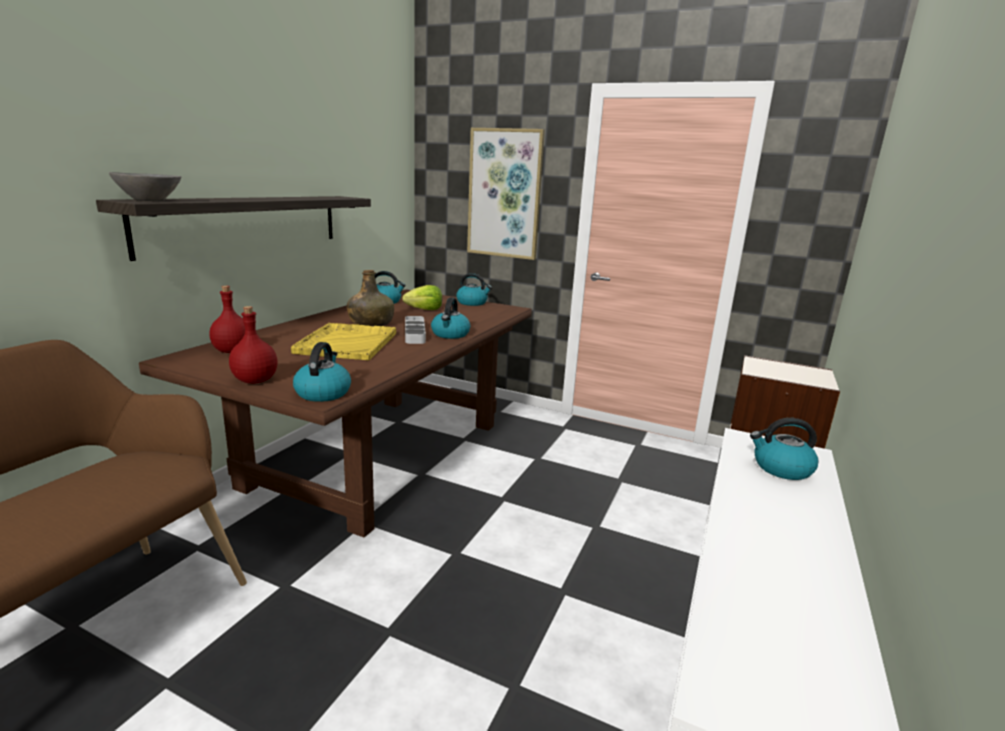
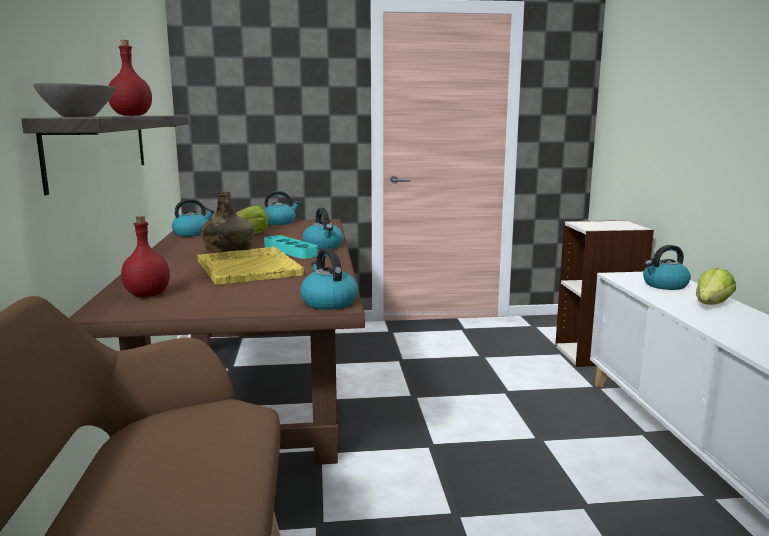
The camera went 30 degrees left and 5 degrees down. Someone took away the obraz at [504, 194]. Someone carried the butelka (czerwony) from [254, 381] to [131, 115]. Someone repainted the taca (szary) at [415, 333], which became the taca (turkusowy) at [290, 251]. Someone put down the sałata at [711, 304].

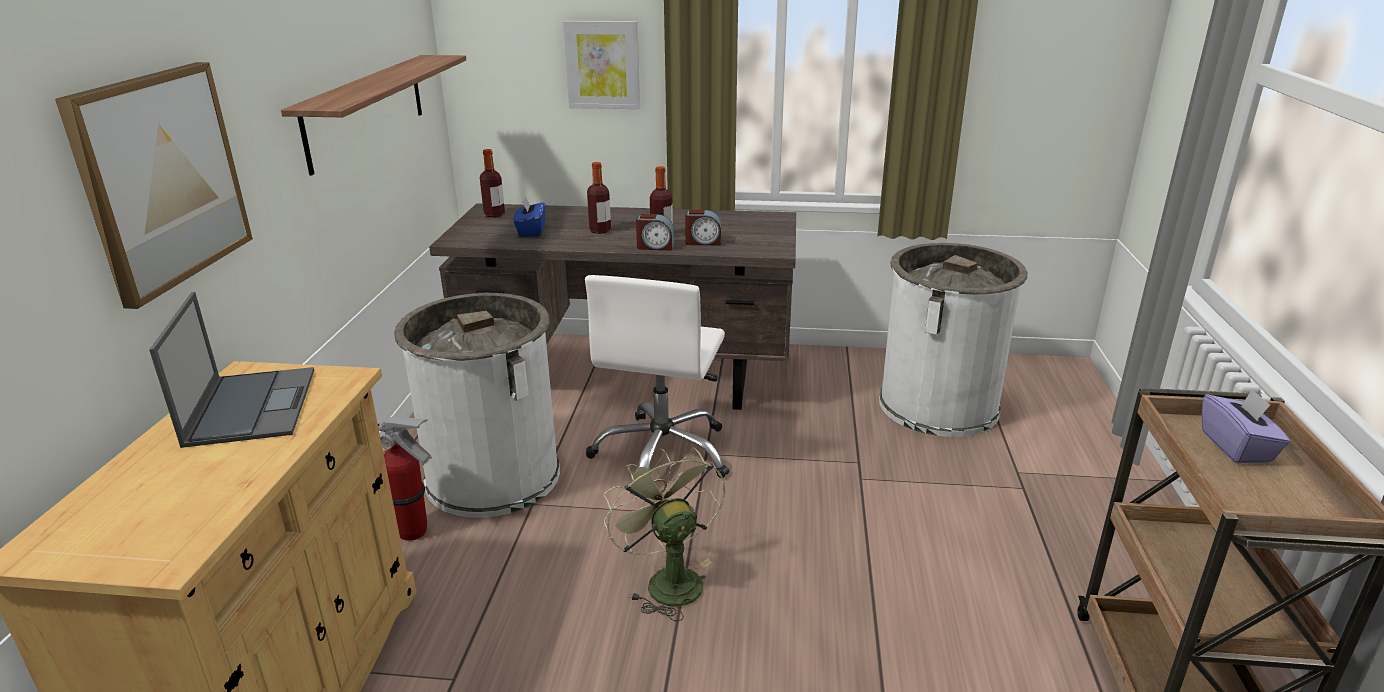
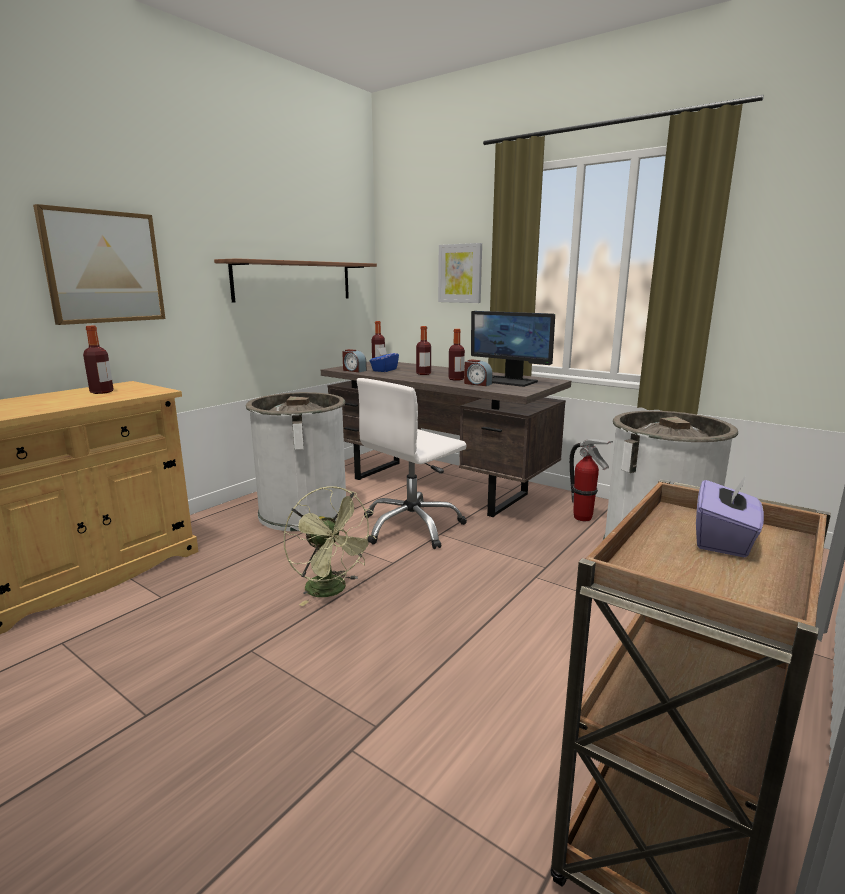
The camera went 30 degrees right and 10 degrees down. Someone carried the budzik from [655, 246] to [354, 370]. Someone swapped the laptop at [251, 405] for the butelka at [102, 392]. Someone carried the gaśnica from [413, 532] to [583, 518]. Someone rotated the wentylator (zielony) at [667, 580] by 135 degrees clockwise. Someone put down the monitor at [508, 381].

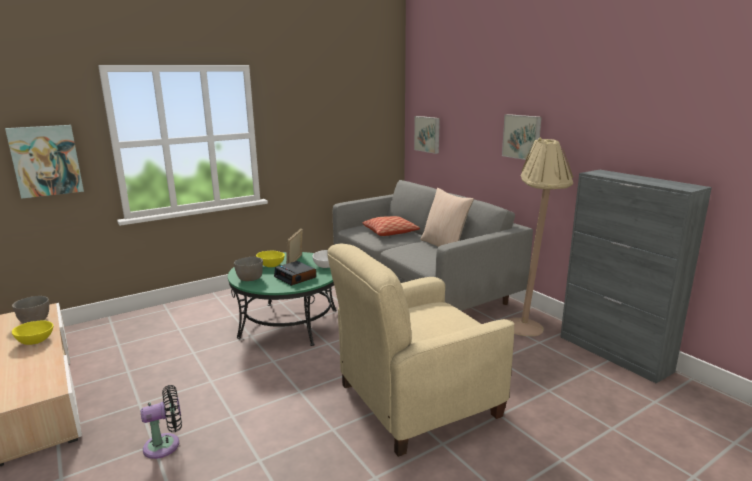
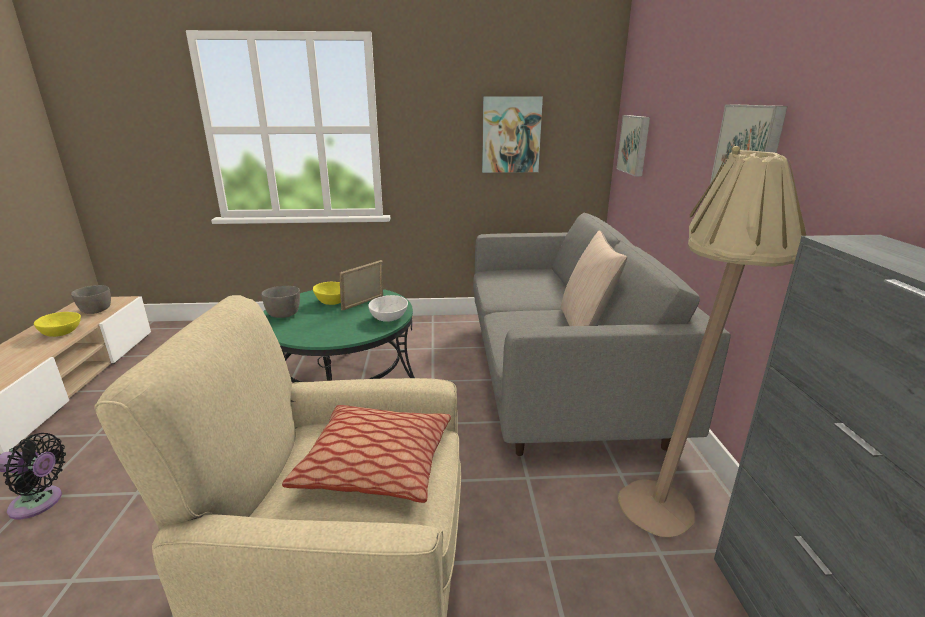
The camera went 30 degrees right and 5 degrees up. Someone carried the obraz from [46, 160] to [511, 135]. Someone carried the poduszka from [390, 232] to [376, 465]. Someone took away the budzik at [296, 277].

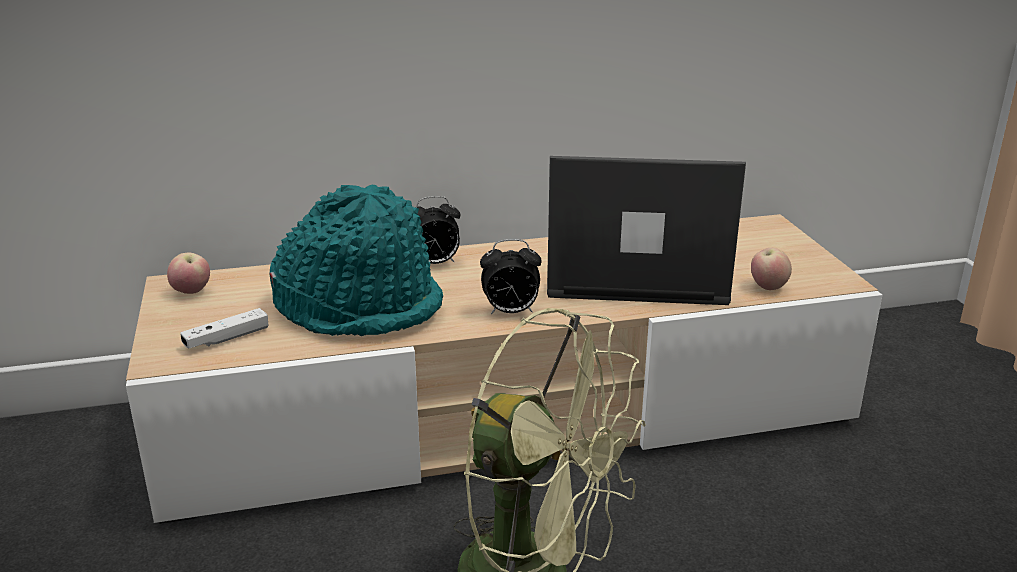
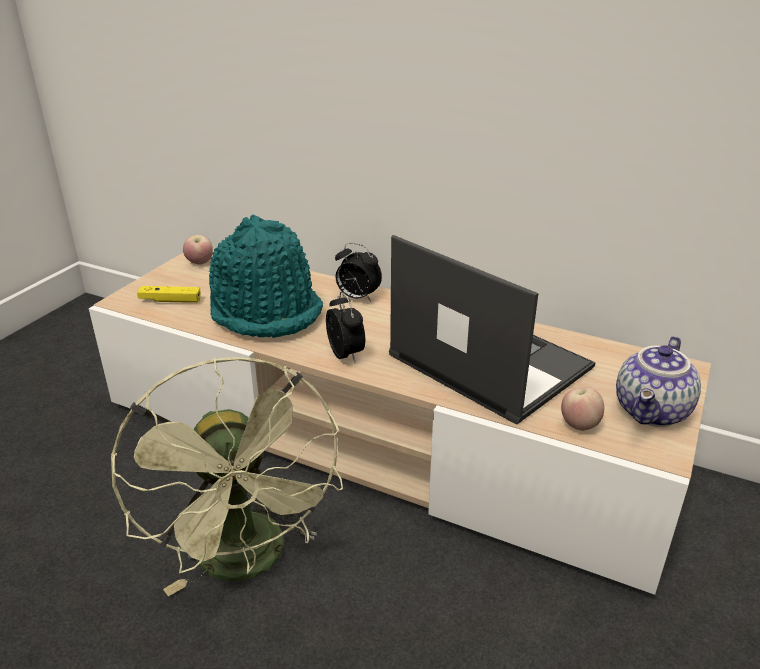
The camera went 40 degrees right and 5 degrees up. Someone rotated the budzik at [510, 312] by 150 degrees counterclockwise. Someone repainted the pad do gier (biały) at [226, 338], which became the pad do gier (żółty) at [170, 300]. Someone put down the imbryk at [653, 412].

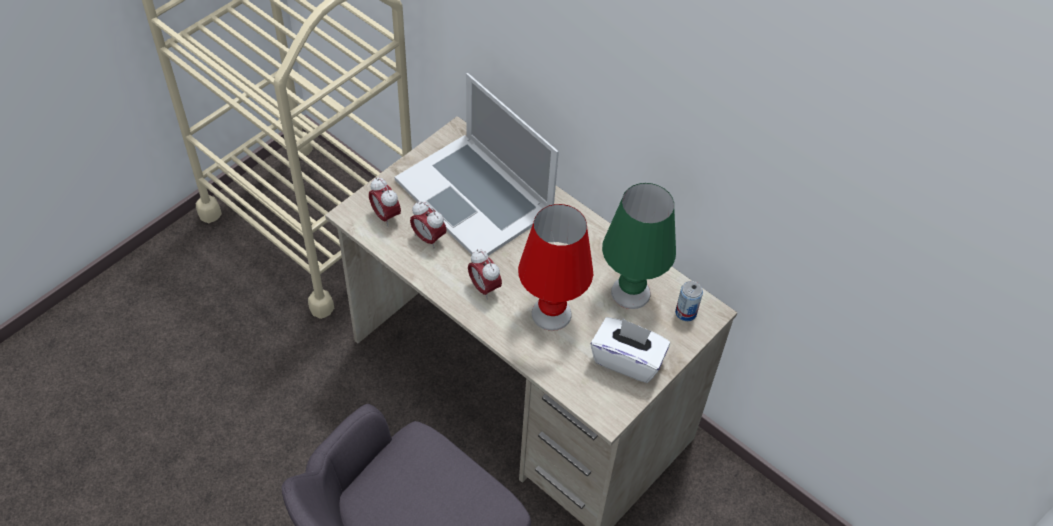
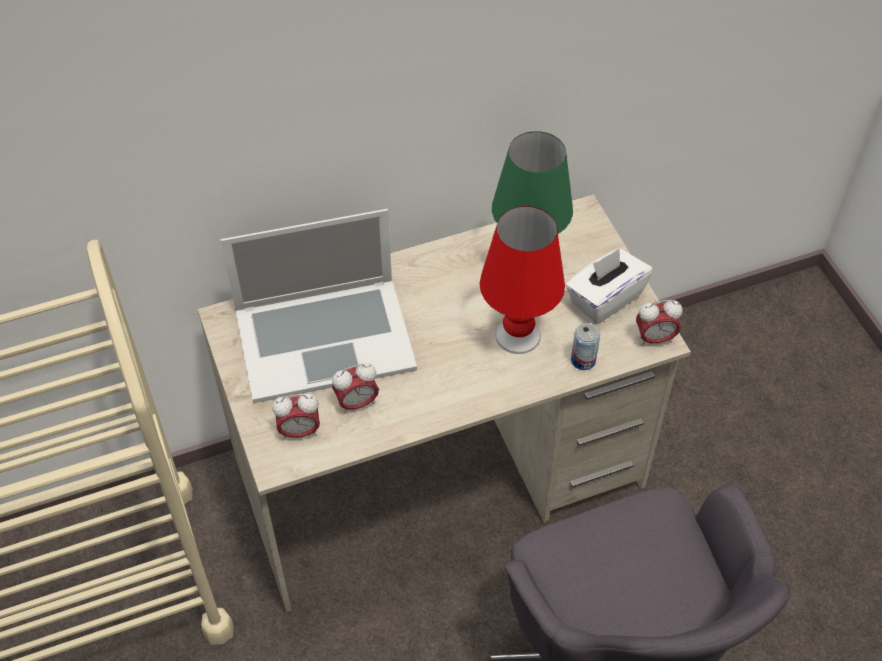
The camera went 60 degrees left and 0 degrees up. Someone carried the budzik from [484, 288] to [654, 338]. Someone carried the puszka from [686, 312] to [583, 360].

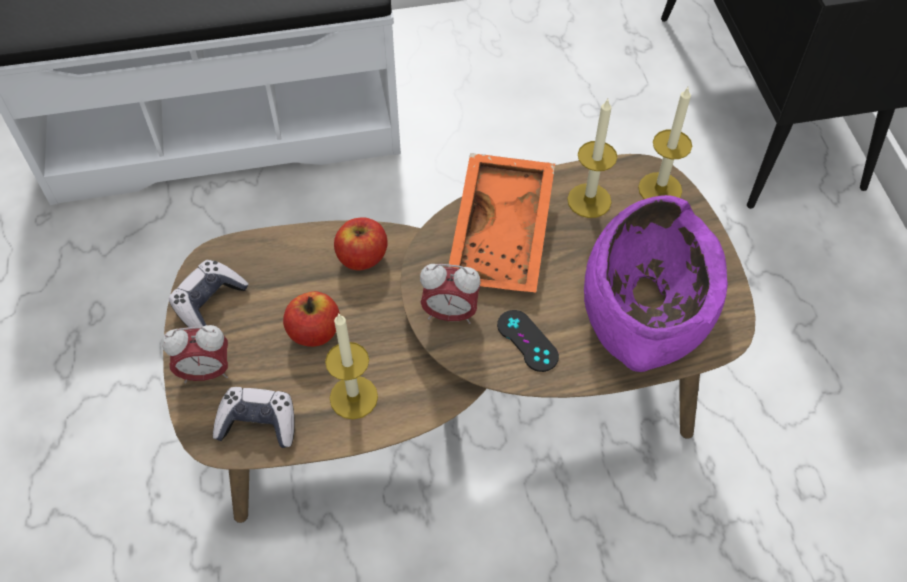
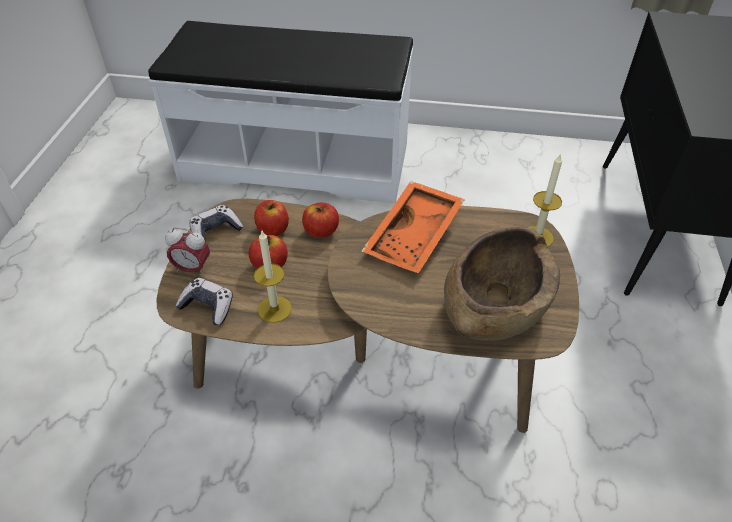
The camera went 20 degrees right and 10 degrees down. Someone took away the świeca at [589, 200]. Someone repainted the miska (fioletowy) at [646, 306], which became the miska (brązowy) at [495, 305]. Someone took away the budzik at [450, 313]. Someone took away the pad do gier (czarny) at [527, 341]. Someone put down the jabłko at [273, 229].

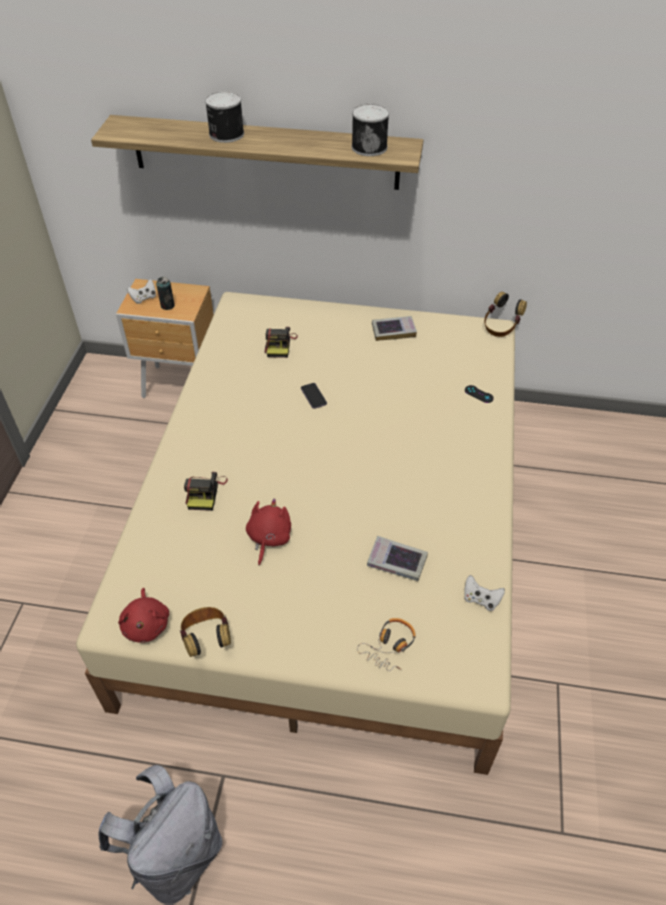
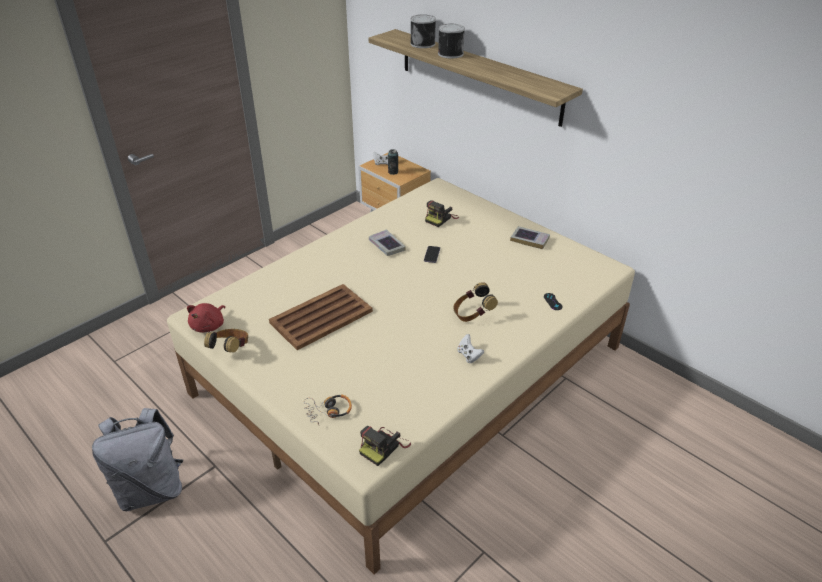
The camera went 35 degrees right and 10 degrees down. Someone carried the puszka from [369, 147] to [423, 44]. Someone carried the słuchawki from [500, 327] to [472, 314]. Someone carried the aparat fotograficzny from [205, 492] to [384, 446]. Someone swapped the pluszak (czerwony) at [268, 538] for the taca (brązowy) at [320, 317]. Someone carried the książka from [396, 561] to [386, 245]. Someone carried the pad do gier (biały) from [481, 599] to [469, 355].

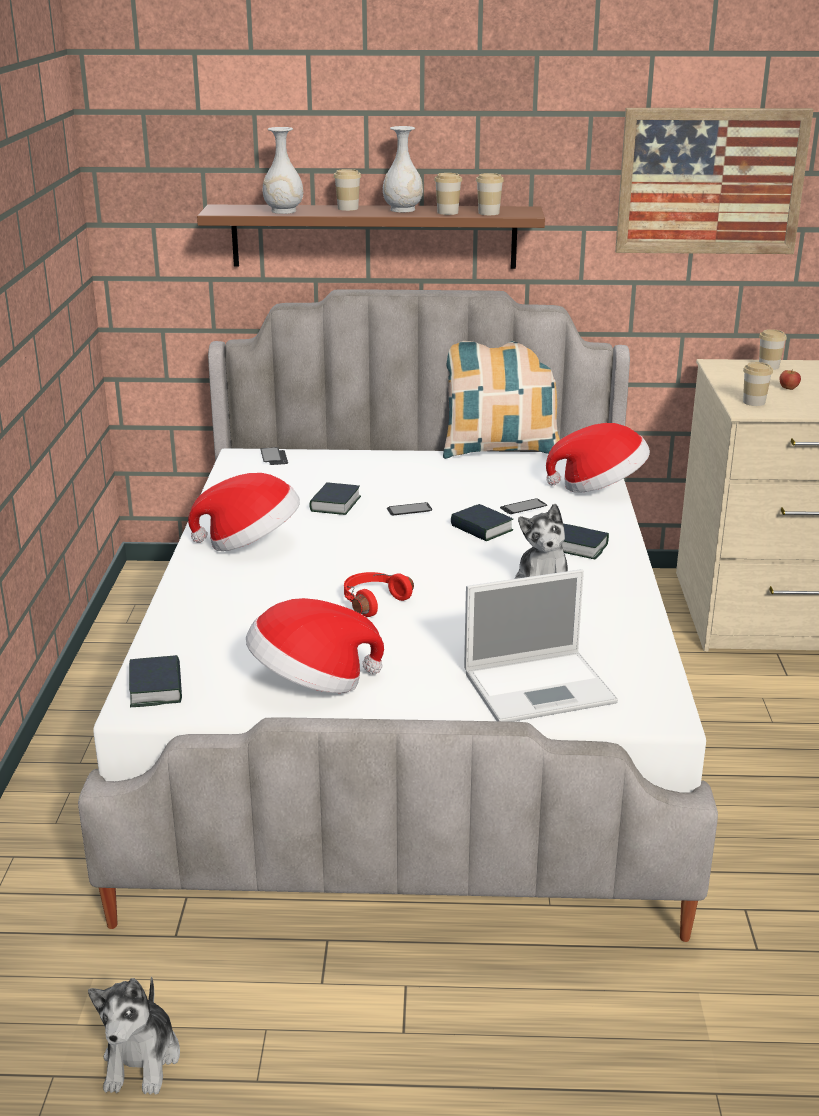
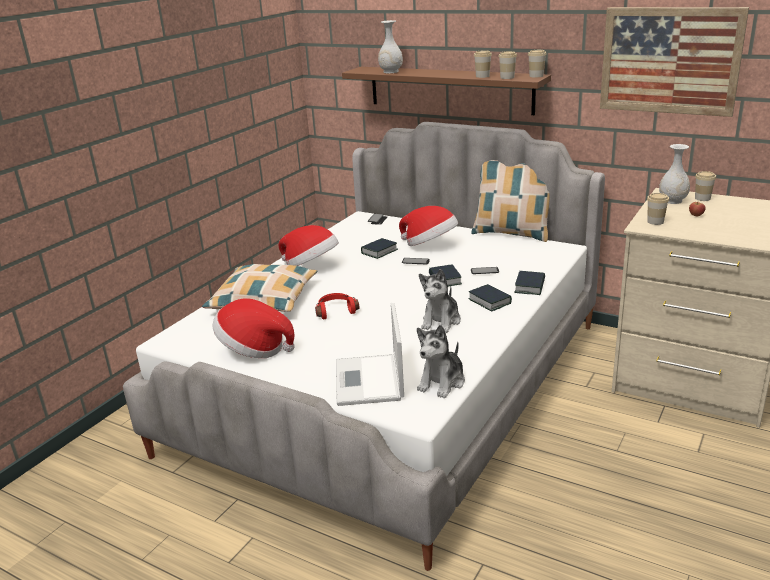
The camera went 30 degrees right and 0 degrees up. Someone carried the wazon (biały) from [403, 210] to [673, 201]. Someone carried the filiżanka from [348, 208] to [536, 76]. Someone carried the kapelusz from [599, 487] to [430, 245]. Someone rotated the laptop at [541, 687] by 75 degrees clockwise. Someone carried the książka from [156, 688] to [530, 286]. Someone carried the pluszak from [142, 1059] to [442, 382]. Someone put down the poduszka at [263, 299].

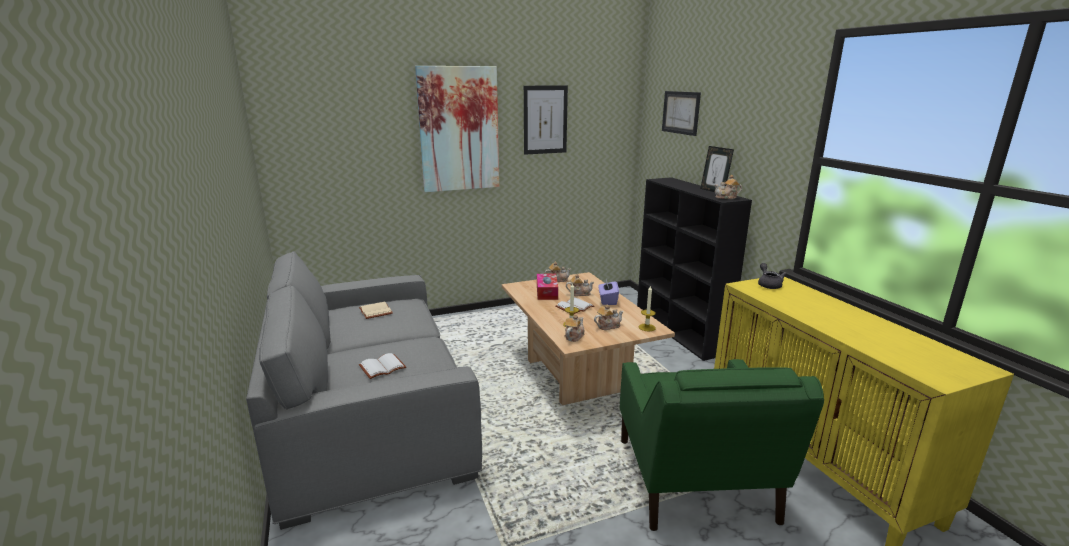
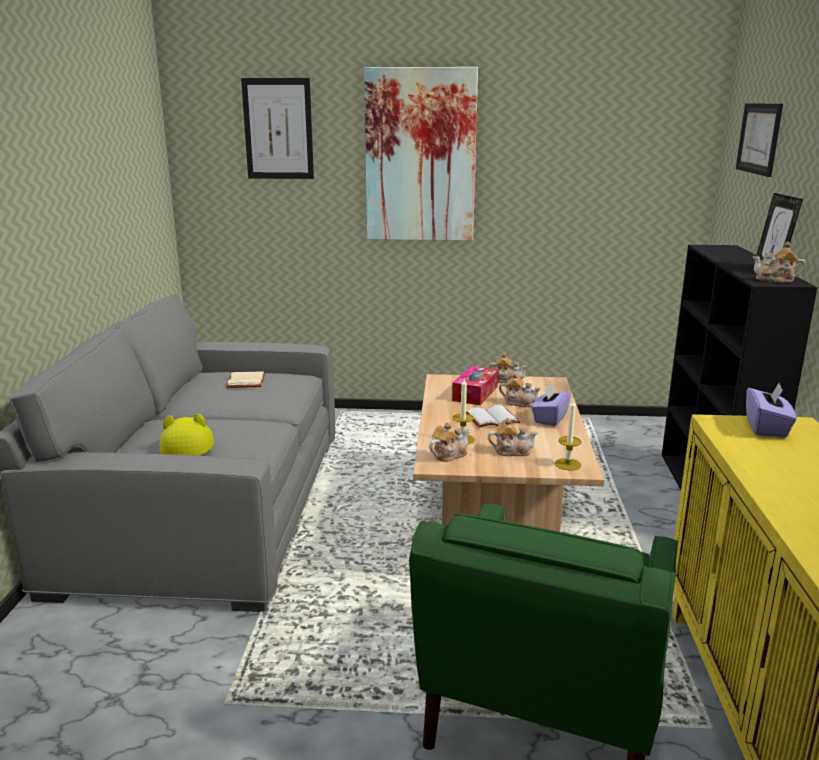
The camera went 25 degrees right and 0 degrees up. Someone carried the obraz from [545, 120] to [278, 129]. Someone swapped the imbryk (szary) at [768, 284] for the pudełko chusteczek (fioletowy) at [766, 428]. Someone swapped the książka (biały) at [382, 368] for the kapelusz (żółty) at [187, 444].

